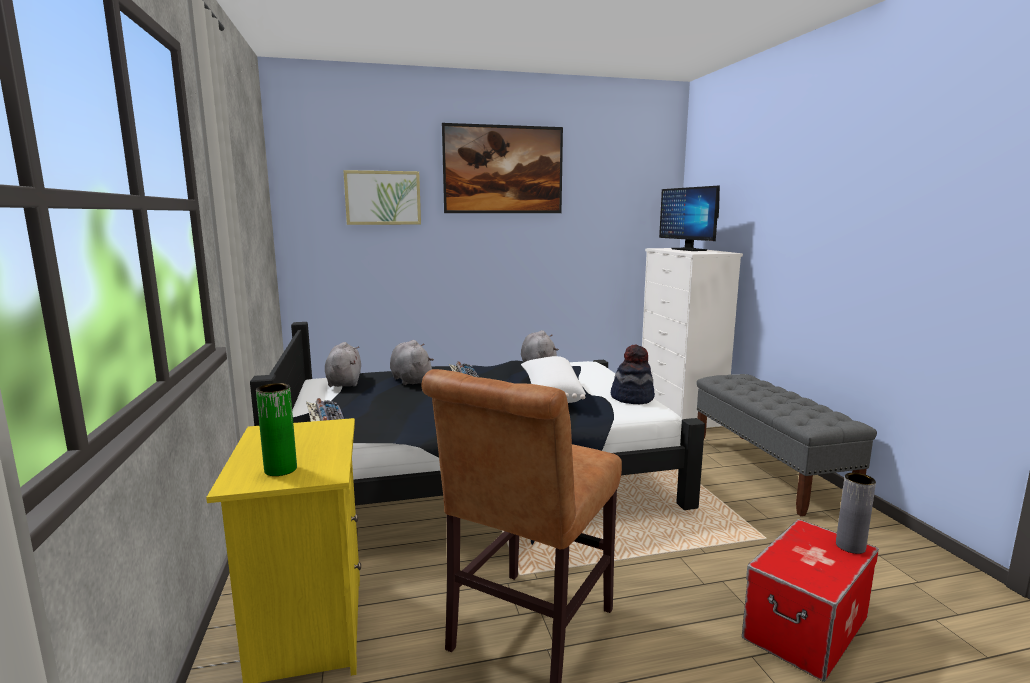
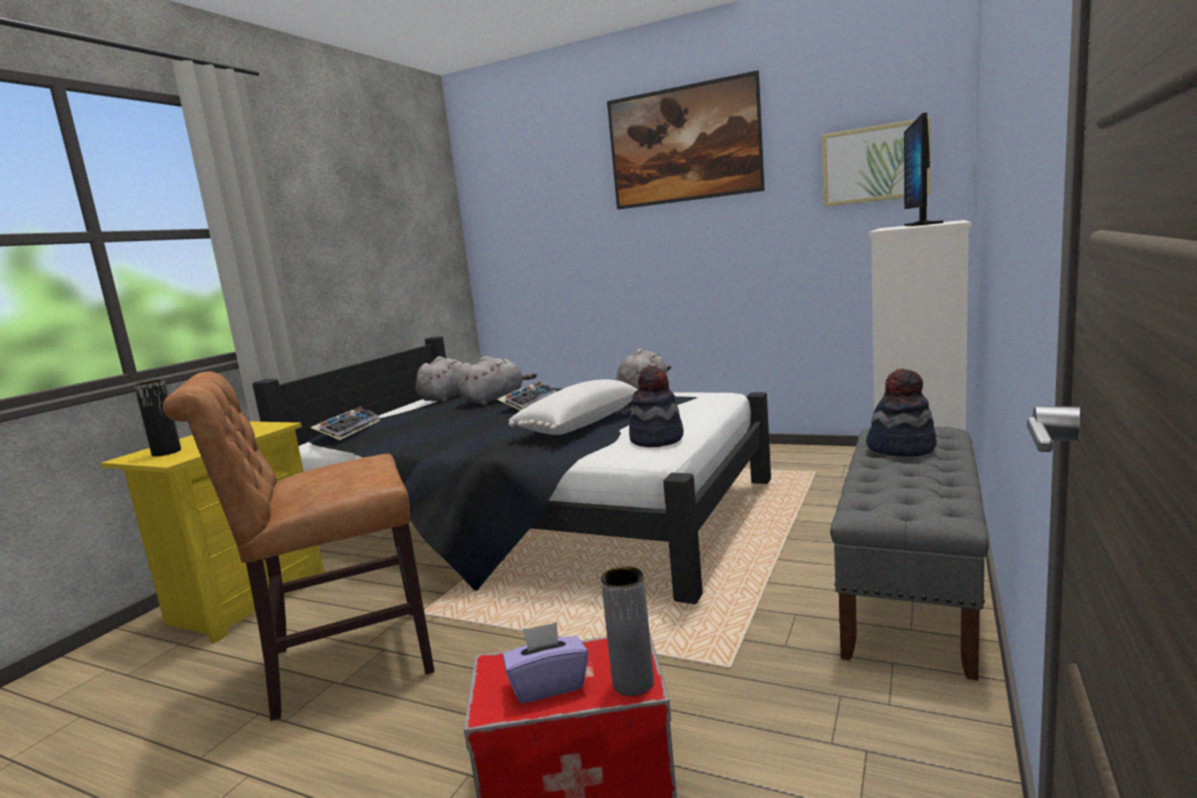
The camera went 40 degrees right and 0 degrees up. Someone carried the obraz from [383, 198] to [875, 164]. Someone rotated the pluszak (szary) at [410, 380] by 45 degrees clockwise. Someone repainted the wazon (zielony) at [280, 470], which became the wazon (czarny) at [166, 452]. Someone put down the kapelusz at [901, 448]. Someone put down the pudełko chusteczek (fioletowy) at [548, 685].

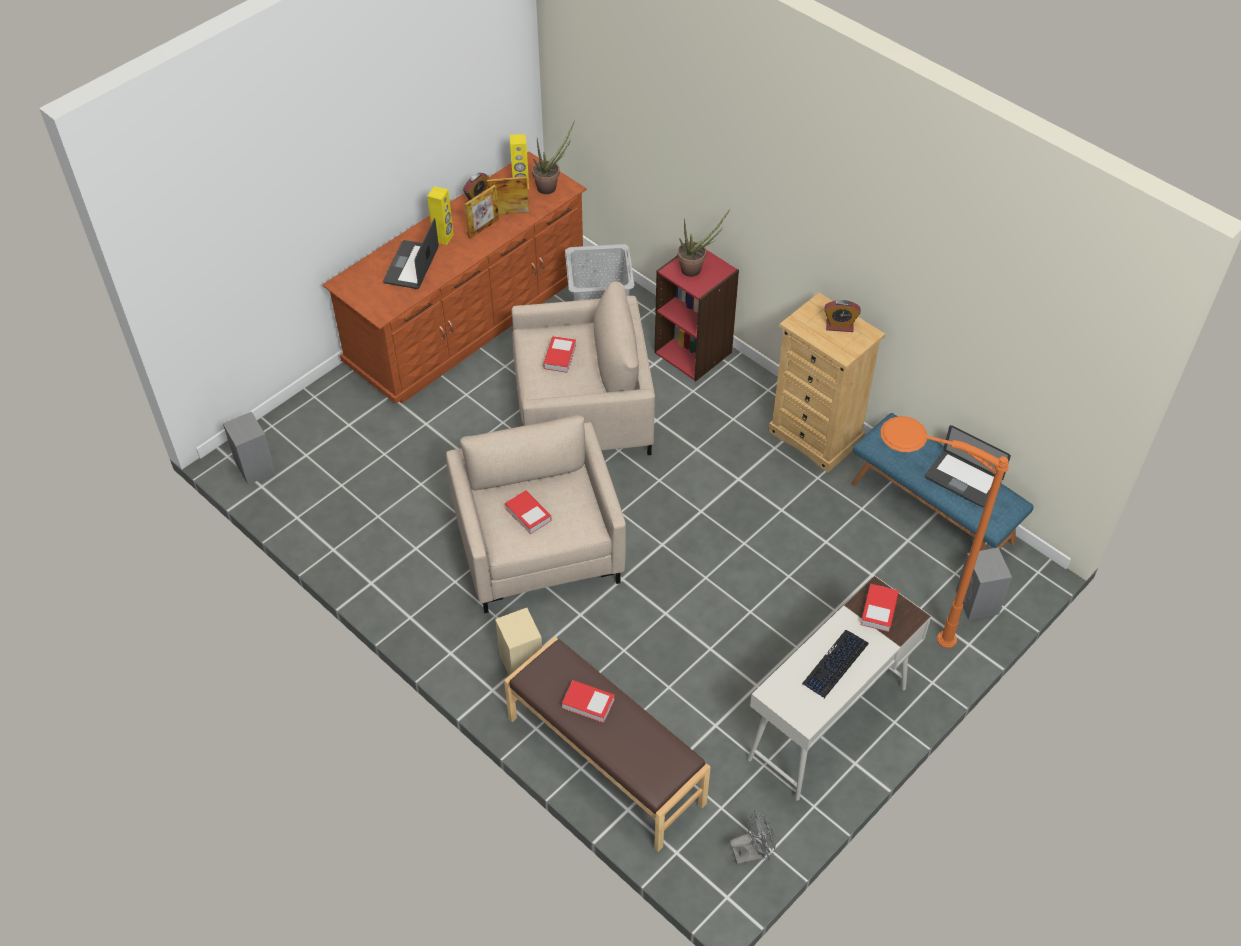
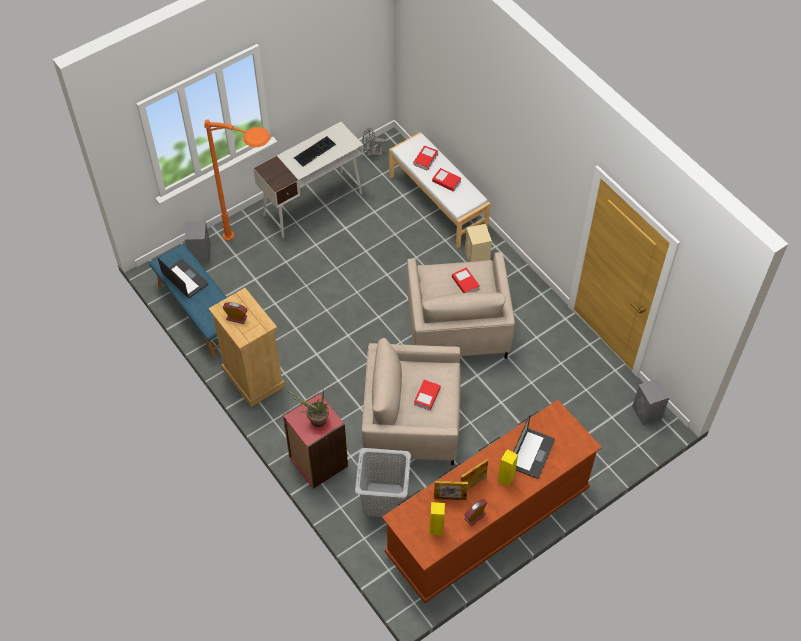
The camera went 170 degrees left and 5 degrees up. Someone took away the roślina doniczkowa at [550, 186]. Someone carried the książka from [879, 610] to [425, 159]. Someone repainted the ławka (brązowy) at [604, 761], which became the ławka (biały) at [438, 202].

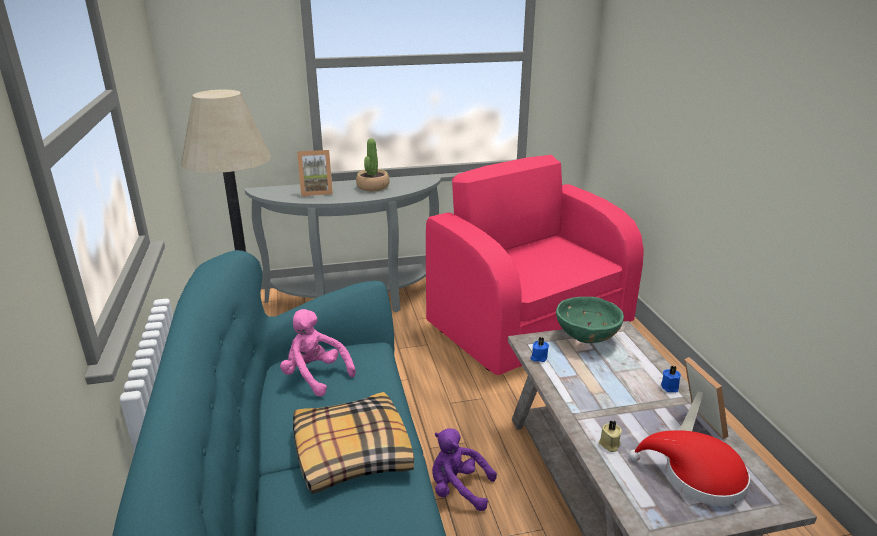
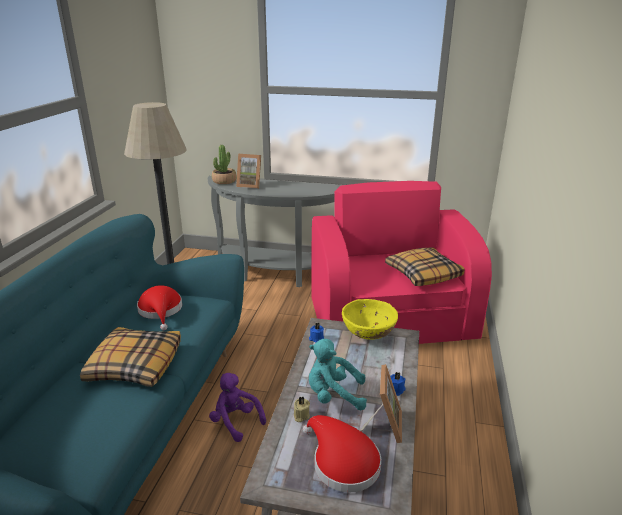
The camera went 25 degrees right and 0 degrees up. Someone carried the roślina doniczkowa from [373, 187] to [224, 181]. Someone repainted the miska (zielony) at [586, 338], which became the miska (żółty) at [368, 335]. Someone swapped the pluszak (różowy) at [315, 376] for the kapelusz (czerwony) at [161, 311]. Someone put down the poduszka at [423, 274]. Someone put down the pluszak (turkusowy) at [333, 396].

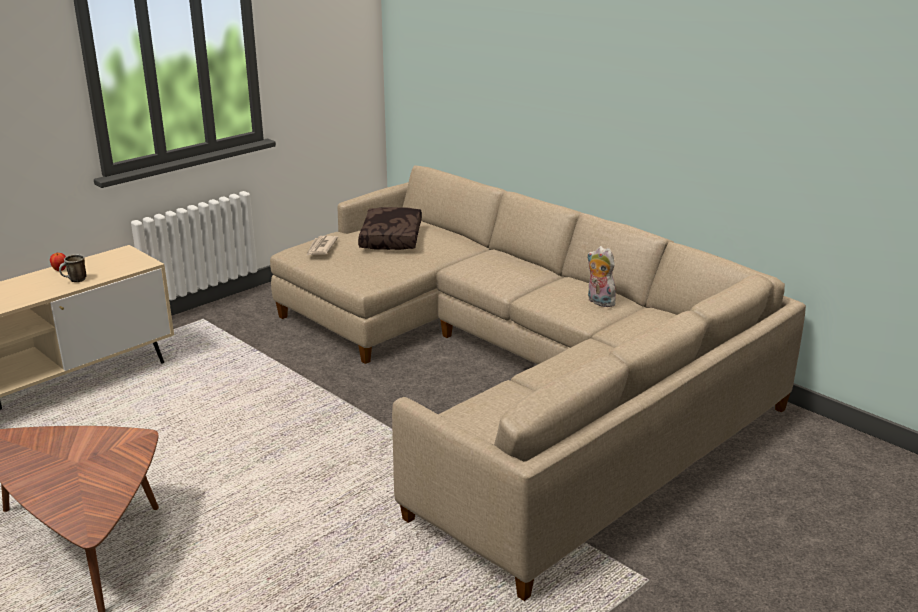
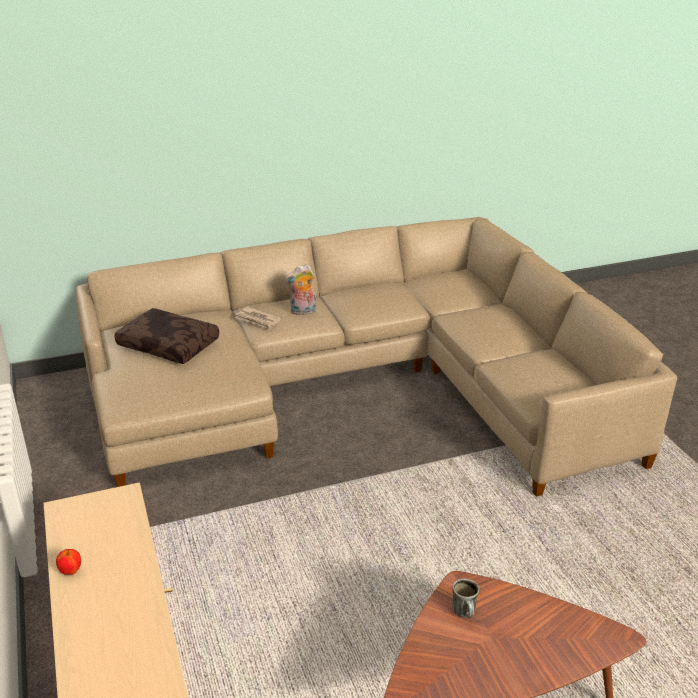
The camera went 65 degrees left and 5 degrees up. Someone carried the gazeta from [321, 248] to [258, 320]. Someone carried the pluszak from [598, 302] to [303, 312]. Someone carried the kubek from [75, 281] to [465, 614].

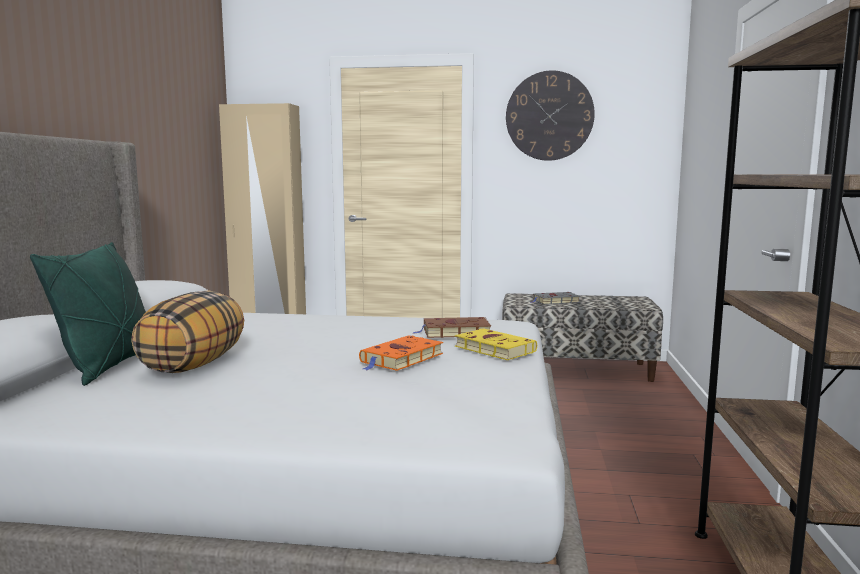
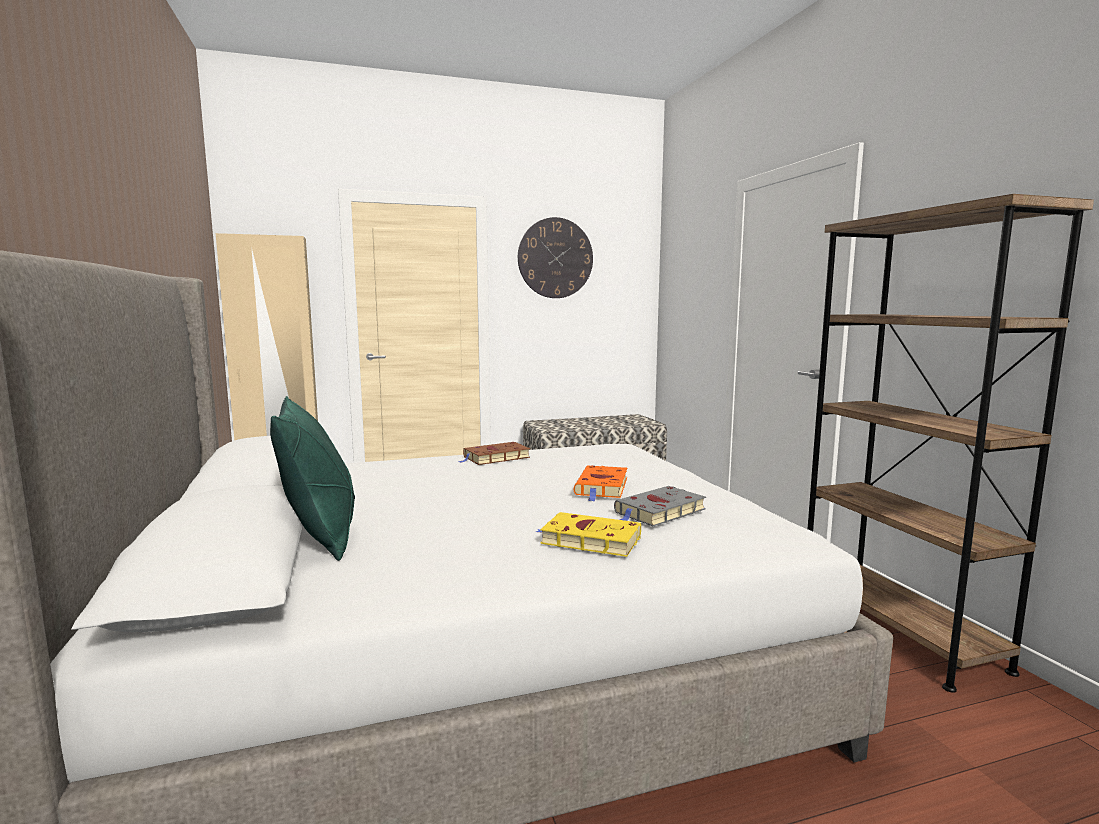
The camera went 25 degrees left and 0 degrees up. Someone took away the poduszka at [193, 365]. Someone carried the książka (szary) from [554, 301] to [658, 512]. Someone carried the książka (brązowy) from [454, 332] to [495, 458]. Someone carried the książka (żółty) from [492, 349] to [588, 540].

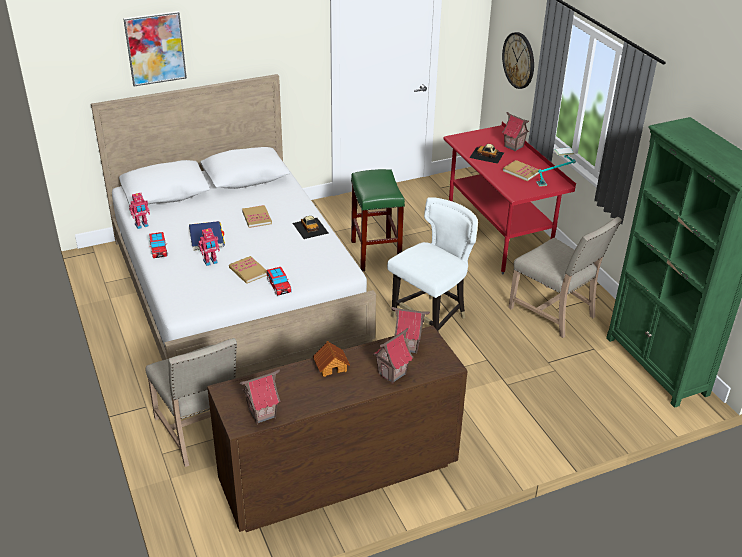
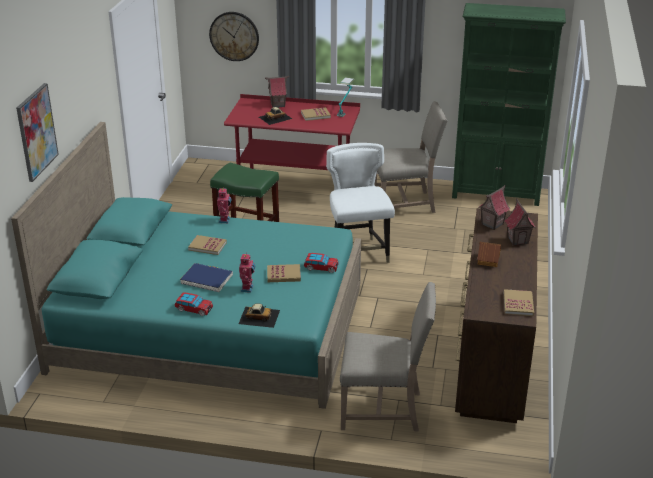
The camera went 55 degrees left and 5 degrees down. Someone repainted the łóżko (biały) at [236, 289], which became the łóżko (turkusowy) at [210, 328]. Someone carried the robot zabawkowy from [142, 225] to [225, 220]. Someone carried the samochodzik from [310, 228] to [259, 316]. Someone swapped the domek at [262, 414] for the książka at [518, 304].

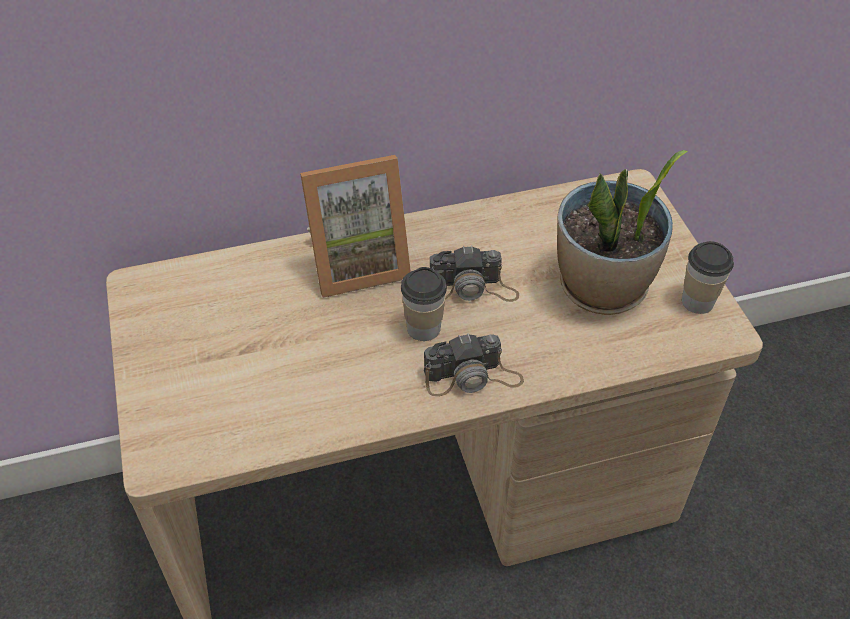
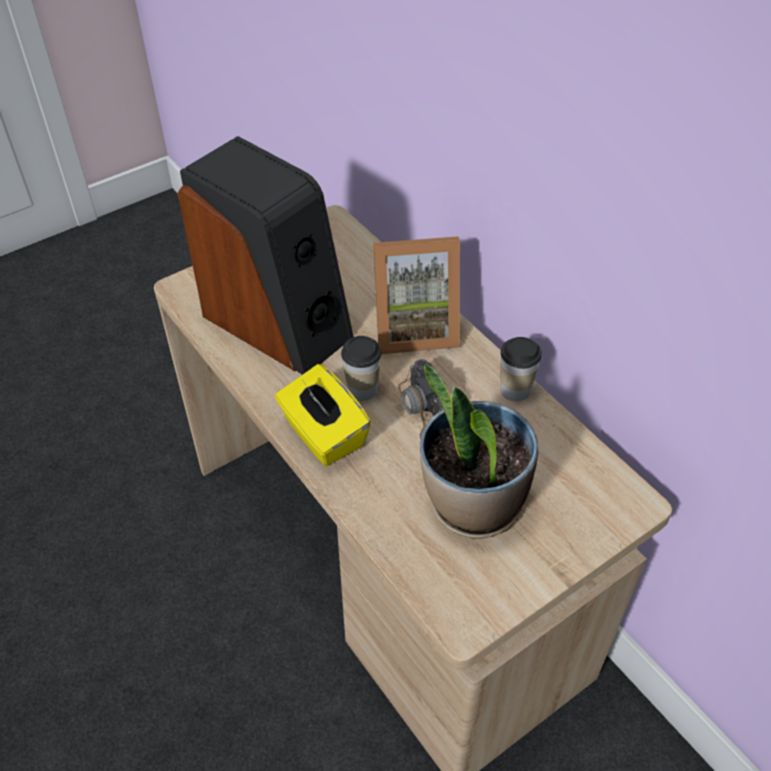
The camera went 70 degrees right and 0 degrees up. Someone rotated the ramka na zdjęcie at [357, 263] by 60 degrees counterclockwise. Someone carried the filiżanka from [697, 301] to [514, 390]. Someone swapped the aparat fotograficzny at [472, 377] for the pudełko chusteczek (żółty) at [323, 434]. Someone put down the głośnik at [278, 323].

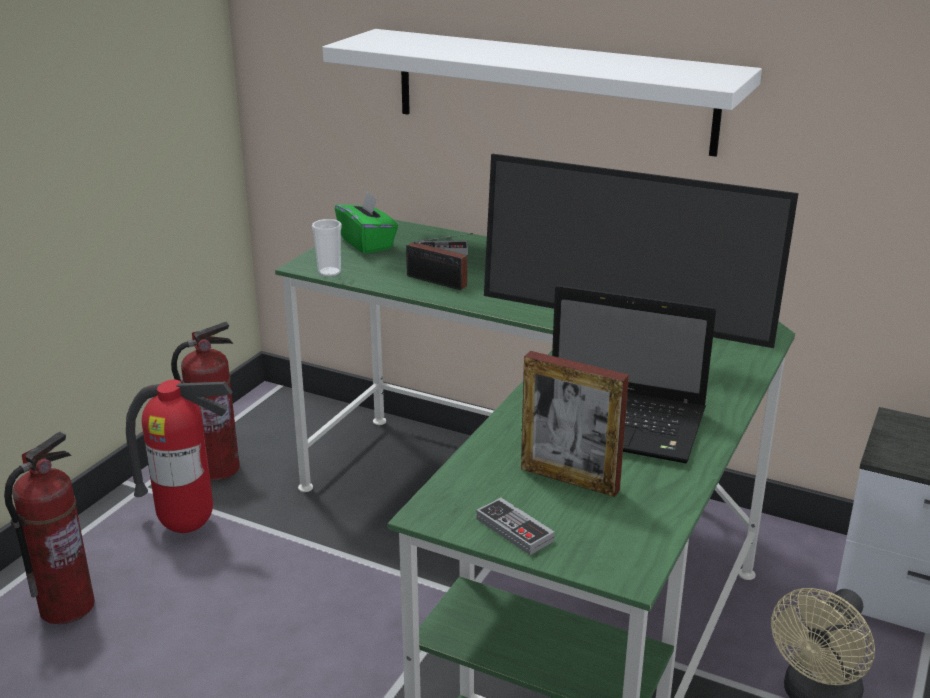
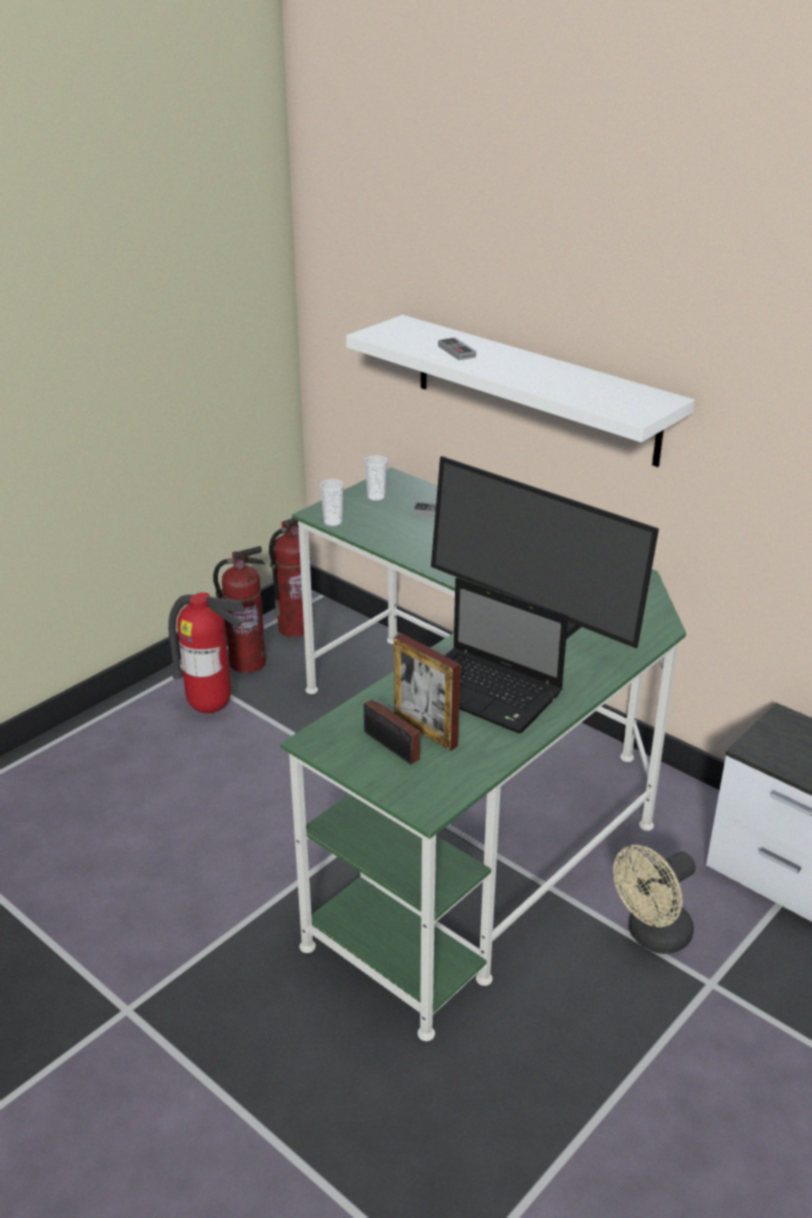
The camera went 15 degrees right and 5 degrees up. Someone swapped the pudełko chusteczek (zielony) at [367, 243] for the filiżanka at [376, 497]. Someone carried the radio from [439, 282] to [393, 748]. Someone carried the gaśnica from [67, 606] to [295, 628]. Someone carried the pad do gier from [514, 530] to [456, 351].

